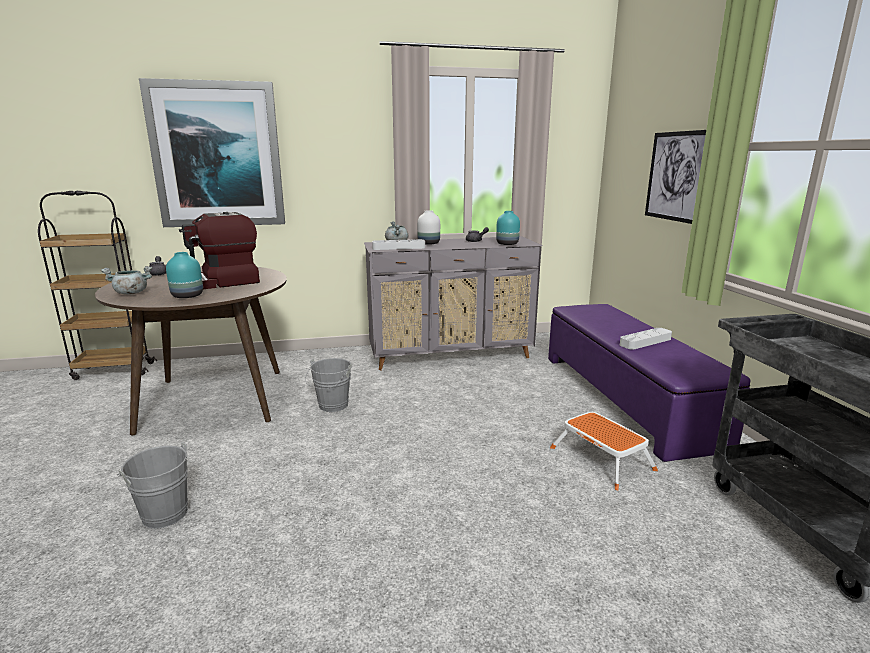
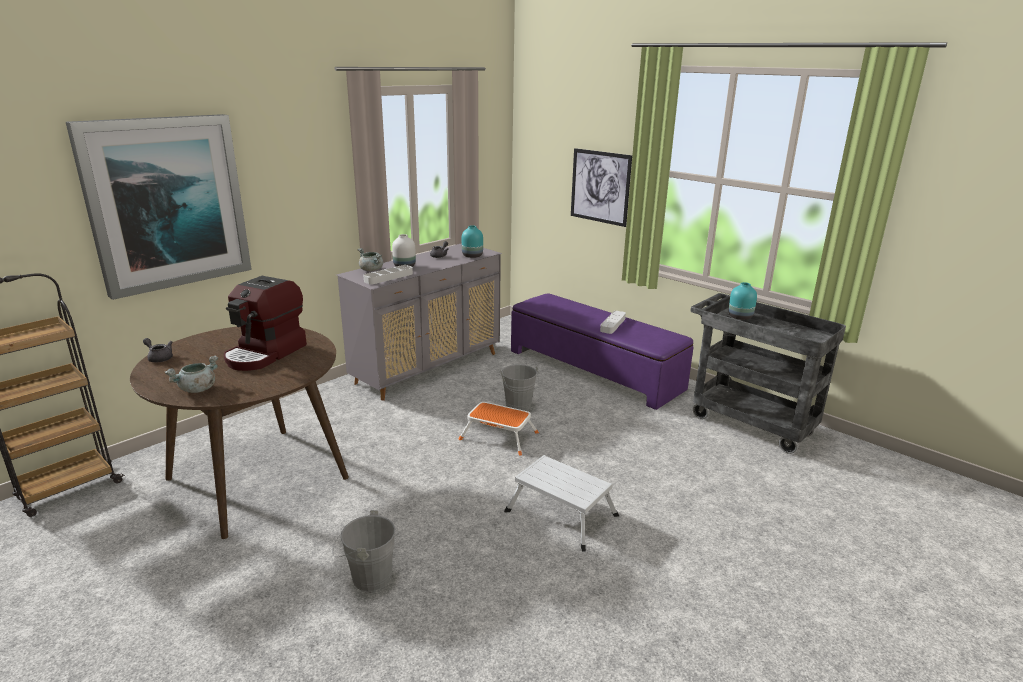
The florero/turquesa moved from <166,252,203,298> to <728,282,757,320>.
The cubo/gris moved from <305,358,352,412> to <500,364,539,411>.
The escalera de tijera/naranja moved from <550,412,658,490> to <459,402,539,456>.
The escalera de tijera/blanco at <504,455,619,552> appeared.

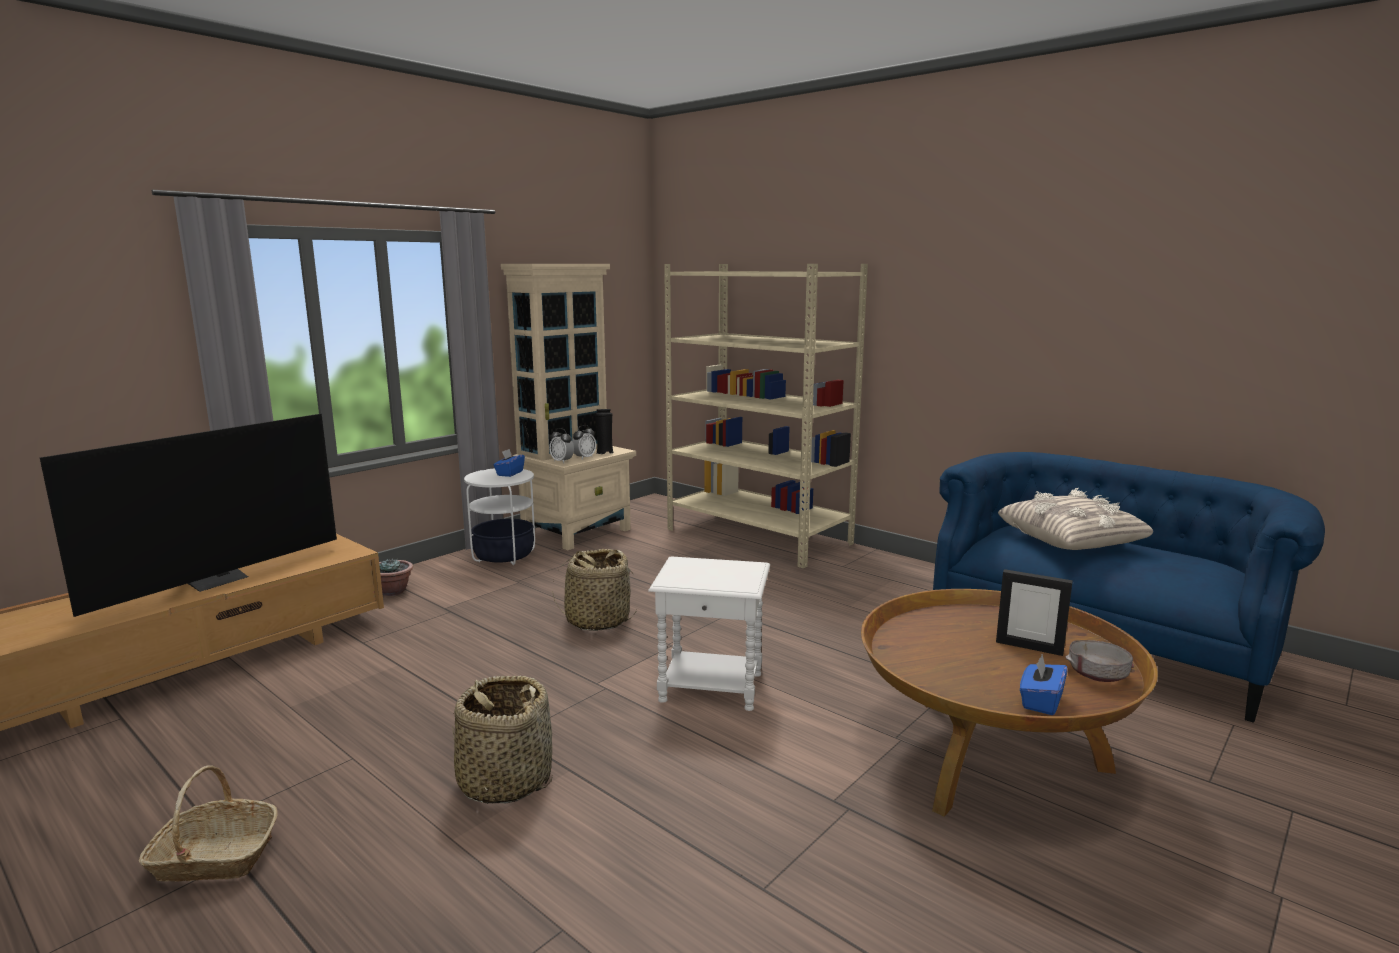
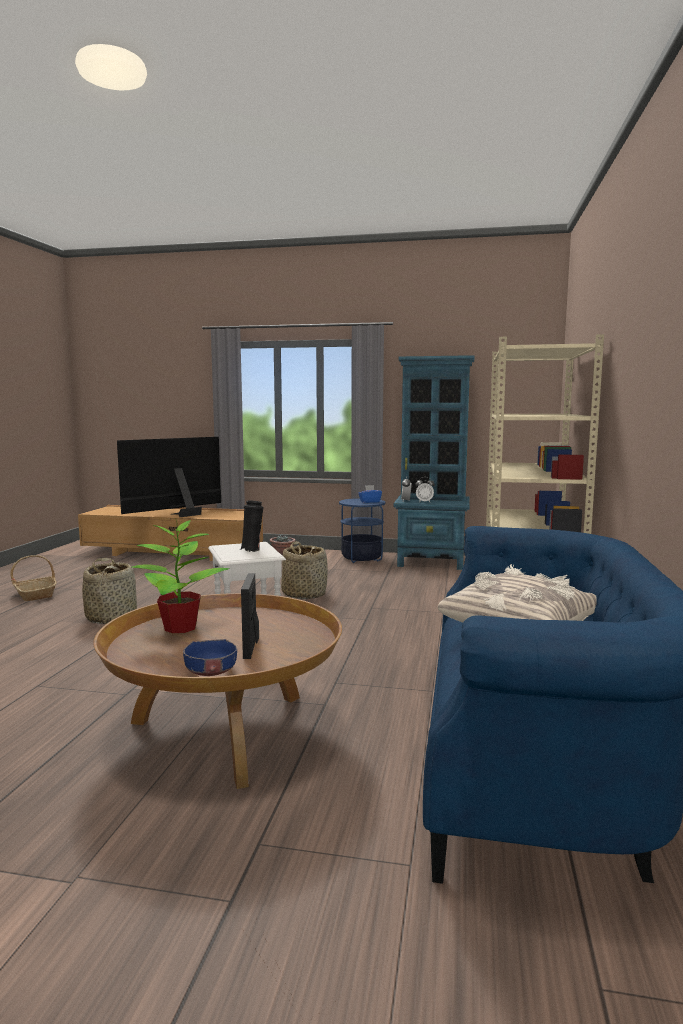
The armario/beis at <501,264,636,550> became the armario/azul at <394,355,475,570>.
The florero/negro moved from <595,409,614,454> to <240,501,264,552>.
The televisor at <40,414,337,617> turned 135 degrees clockwise.
The mesa auxiliar/blanco at <464,468,535,565> became the mesa auxiliar/azul at <339,498,385,563>.
The cuenco/gris at <1065,640,1134,682> became the cuenco/azul at <183,639,237,676>.
The caja de pañuelos/azul at <1020,654,1067,715> disappeared.
The planta en maceta at <132,518,230,633> appeared.

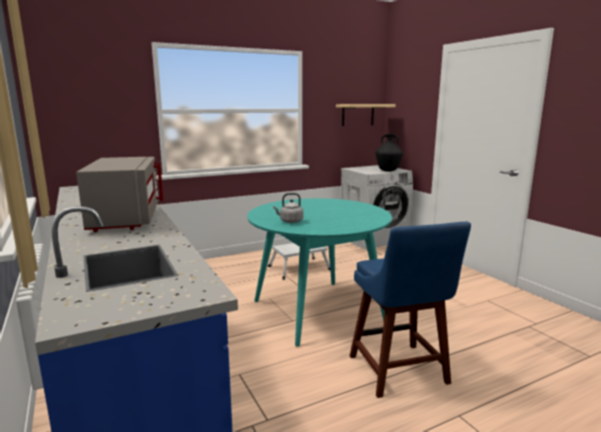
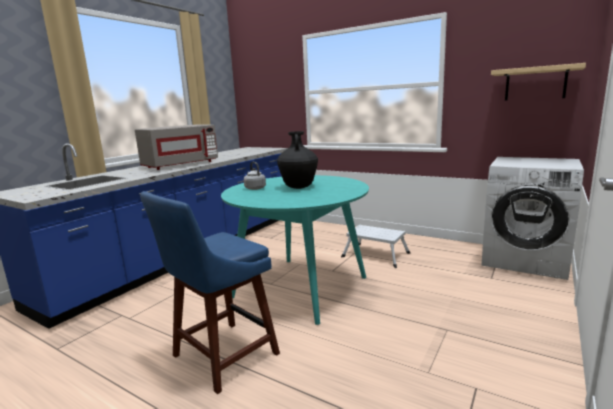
The florero/negro moved from <375,134,403,172> to <277,131,318,189>.

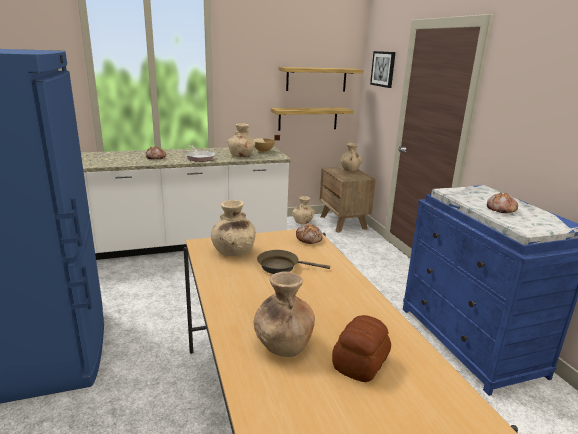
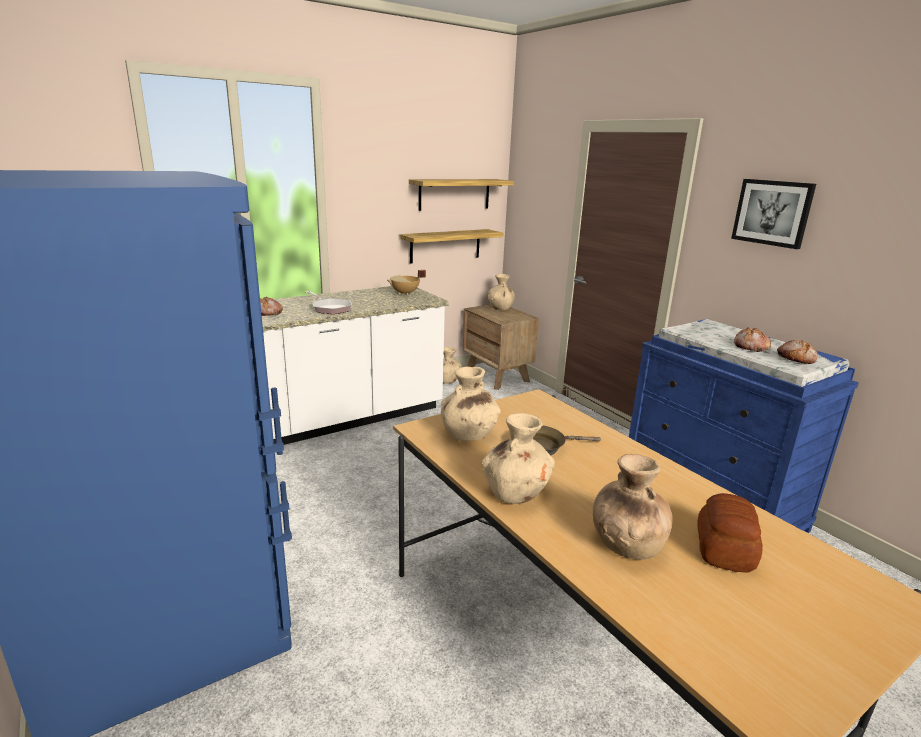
The cuadro moved from <370,51,396,88> to <731,179,816,249>.
The florero/beis moved from <227,123,255,157> to <481,413,555,504>.
The pan moved from <296,224,323,244> to <777,340,818,364>.

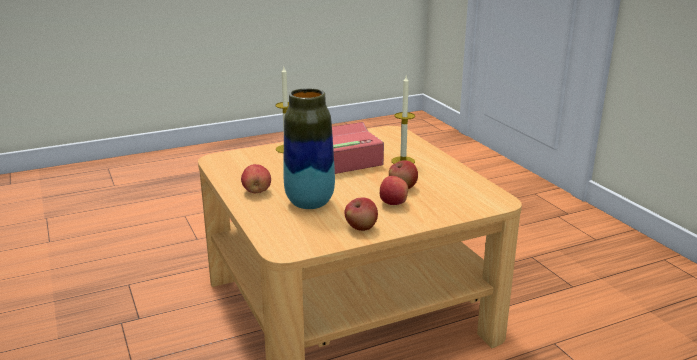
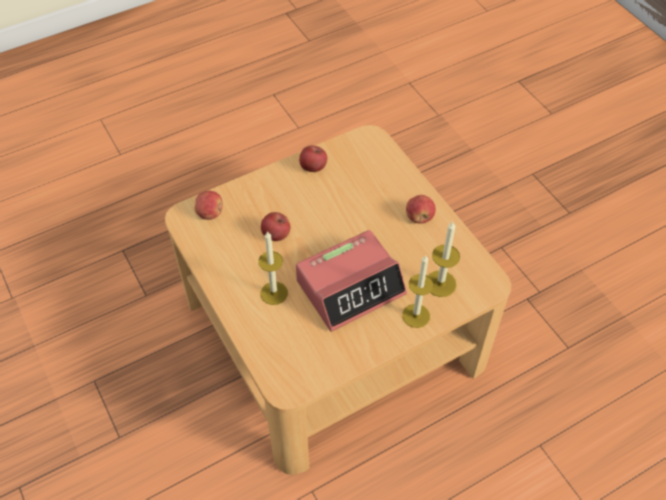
The florero at <283,88,335,209> disappeared.
The manzana moved from <380,176,408,205> to <194,191,223,220>.
The vela at <428,221,460,297> appeared.

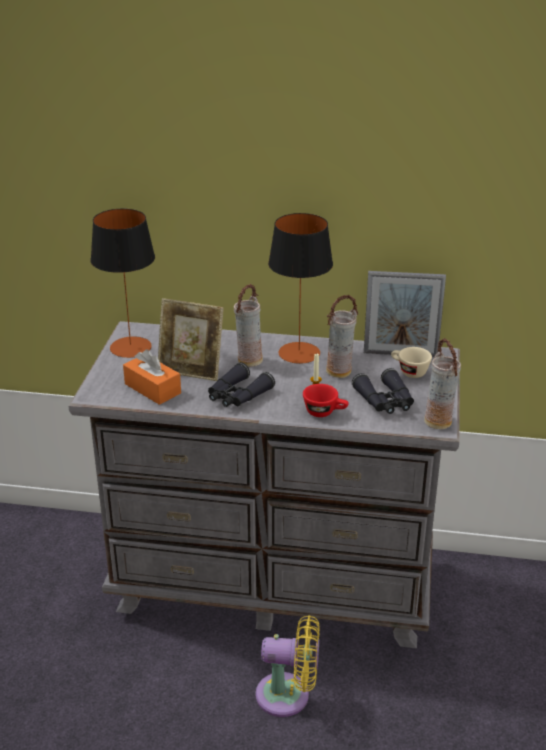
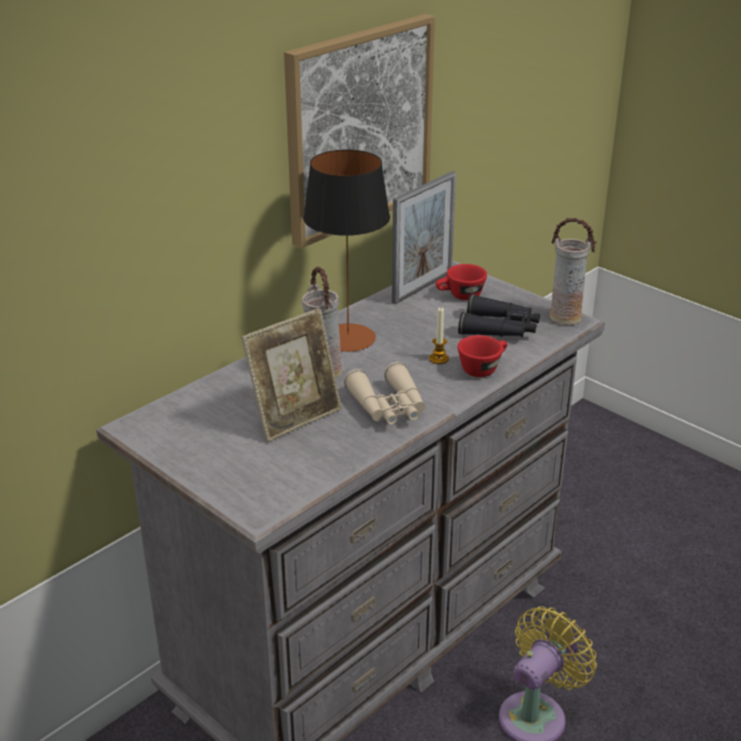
The lámpara de mesa at <90,209,155,358> disappeared.
The florero at <326,295,358,378> disappeared.
The taza/beis at <391,347,432,378> became the taza/rojo at <436,264,487,300>.
The caja de pañuelos/naranja at <123,349,181,405> disappeared.
The prismáticos/negro at <208,362,275,407> became the prismáticos/beis at <344,362,425,425>.
The cuadro at <284,14,435,248> appeared.

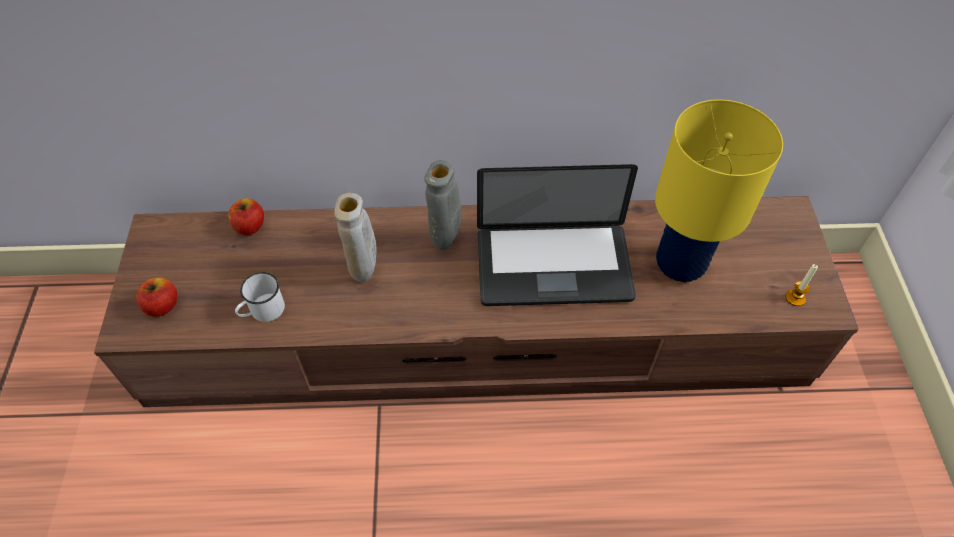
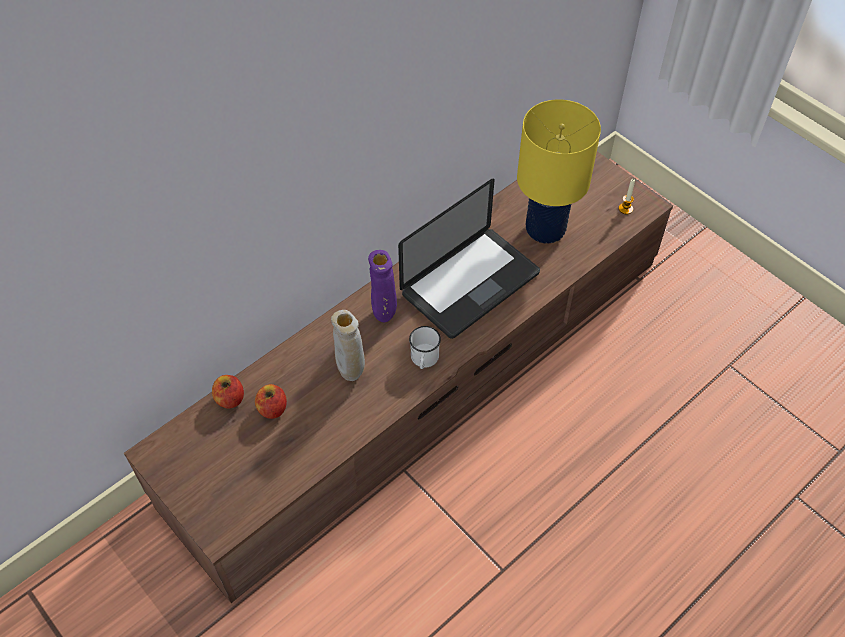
The florero/gris at <424,160,461,250> became the florero/morado at <368,250,397,322>.
The taza grande/blanco moved from <235,272,285,322> to <409,326,441,369>.
The manzana moved from <136,277,177,317> to <255,384,287,419>.

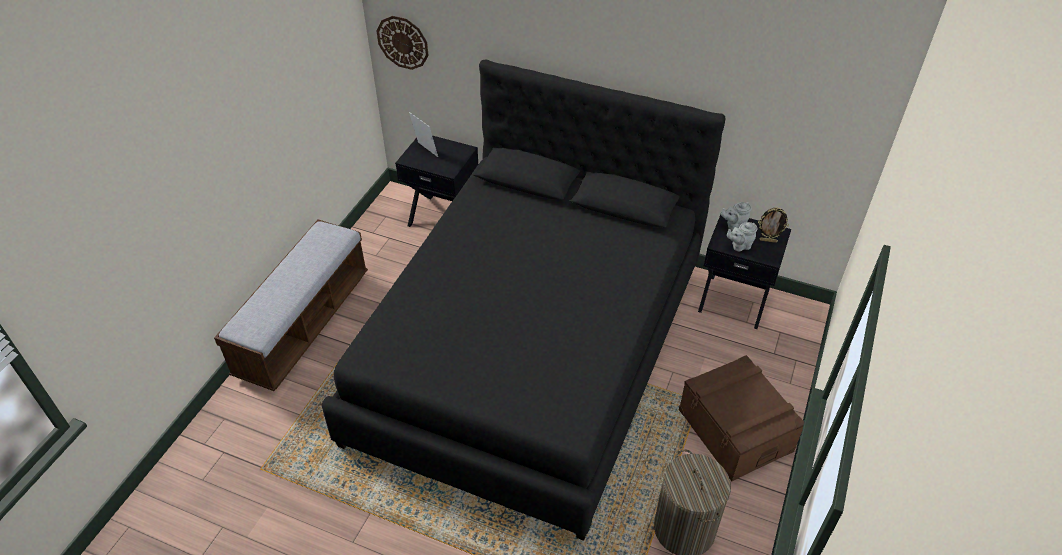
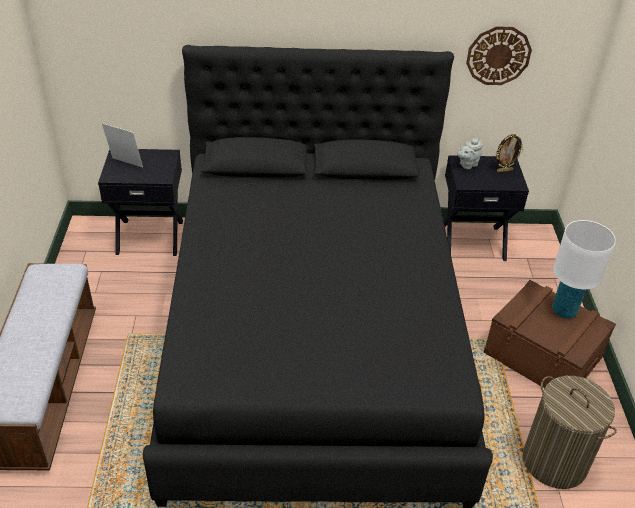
The reloj de pared moved from <377,16,429,70> to <466,26,532,85>.
The tetera/gris at <727,222,757,252> disappeared.
The lámpara de mesa/blanco at <552,220,616,319> appeared.

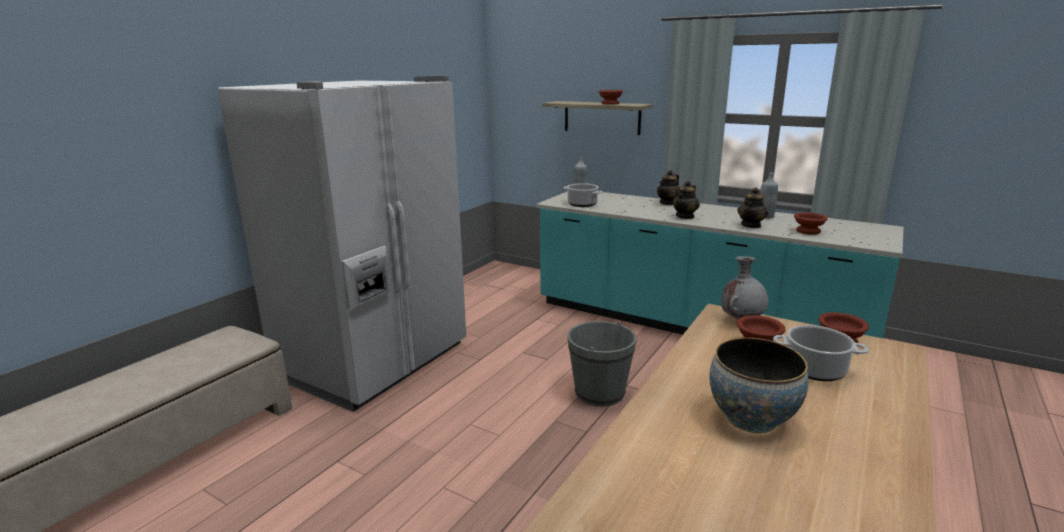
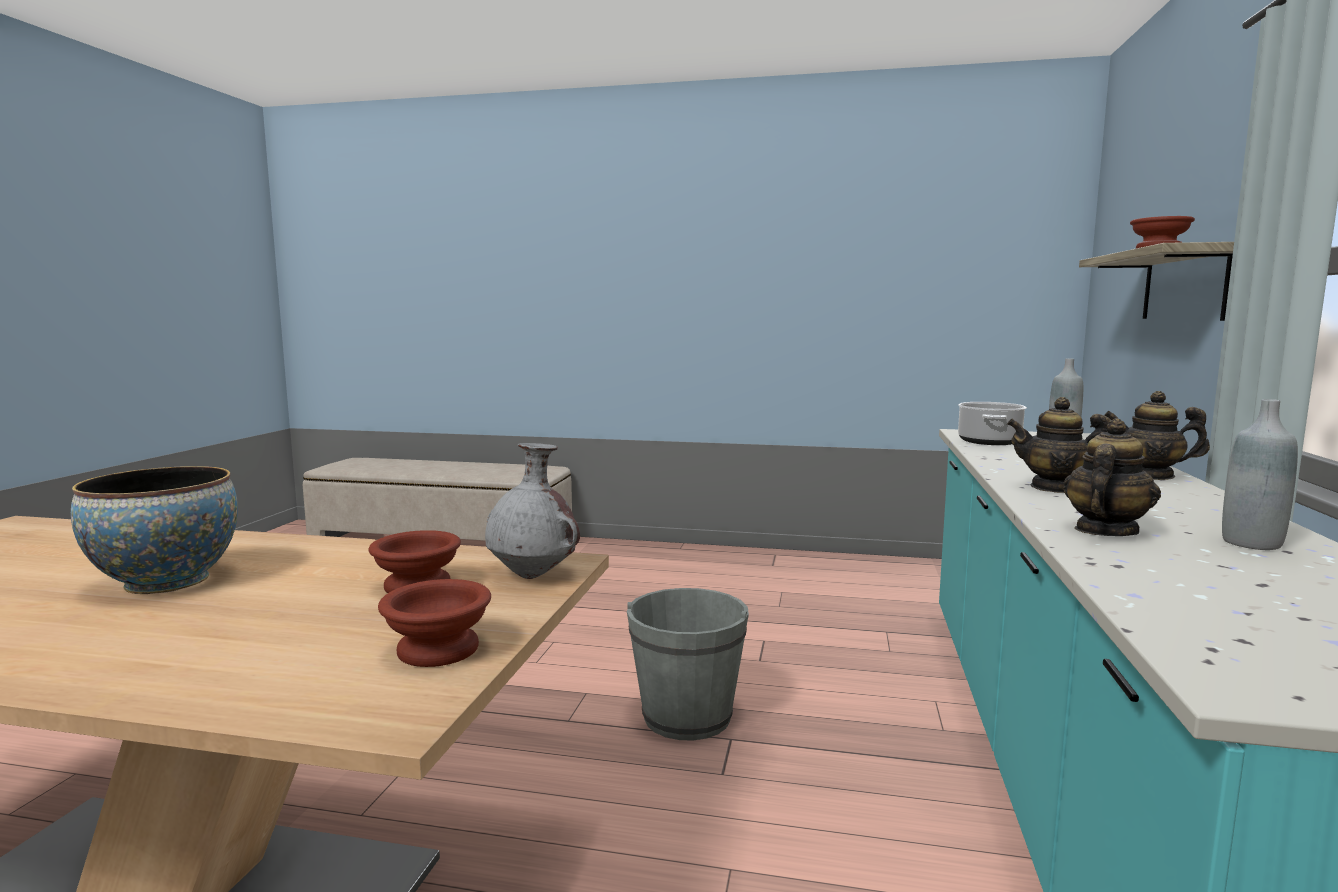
The nevera/blanco at <217,76,466,412> disappeared.
The tetera at <737,187,768,228> turned 120 degrees clockwise.
The cuenco/marrón at <794,212,828,235> disappeared.
The olla at <773,325,869,381> disappeared.

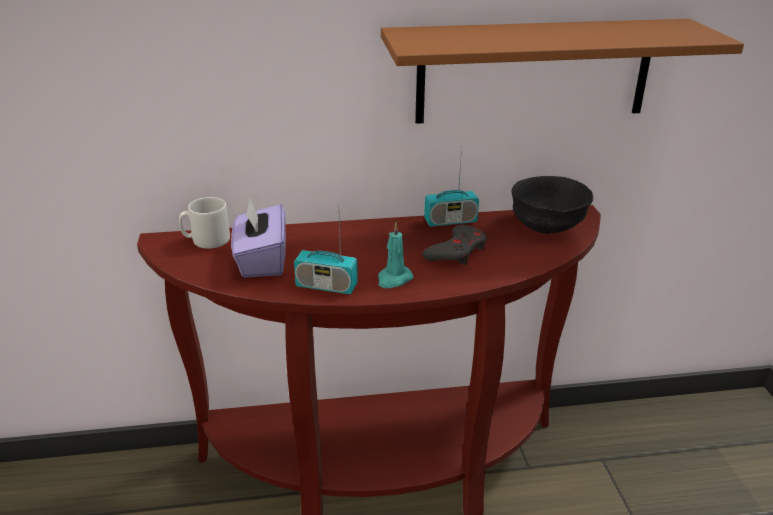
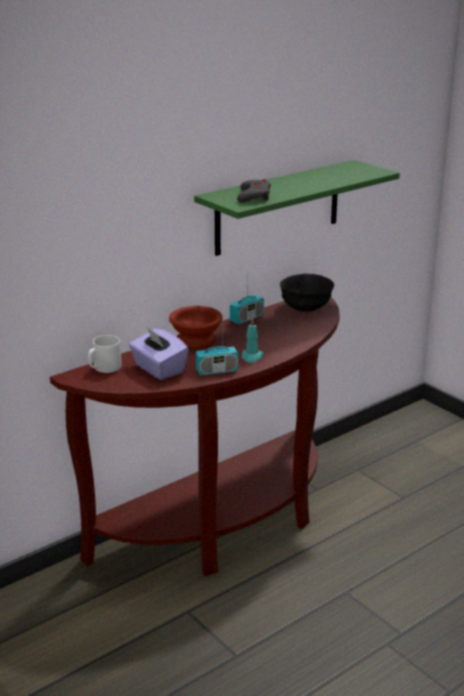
The estante/marrón at <381,19,744,124> became the estante/verde at <194,160,400,256>.
The mando de consola/gris moved from <422,225,487,265> to <237,179,271,202>.
The cuenco/marrón at <169,306,222,349> appeared.

